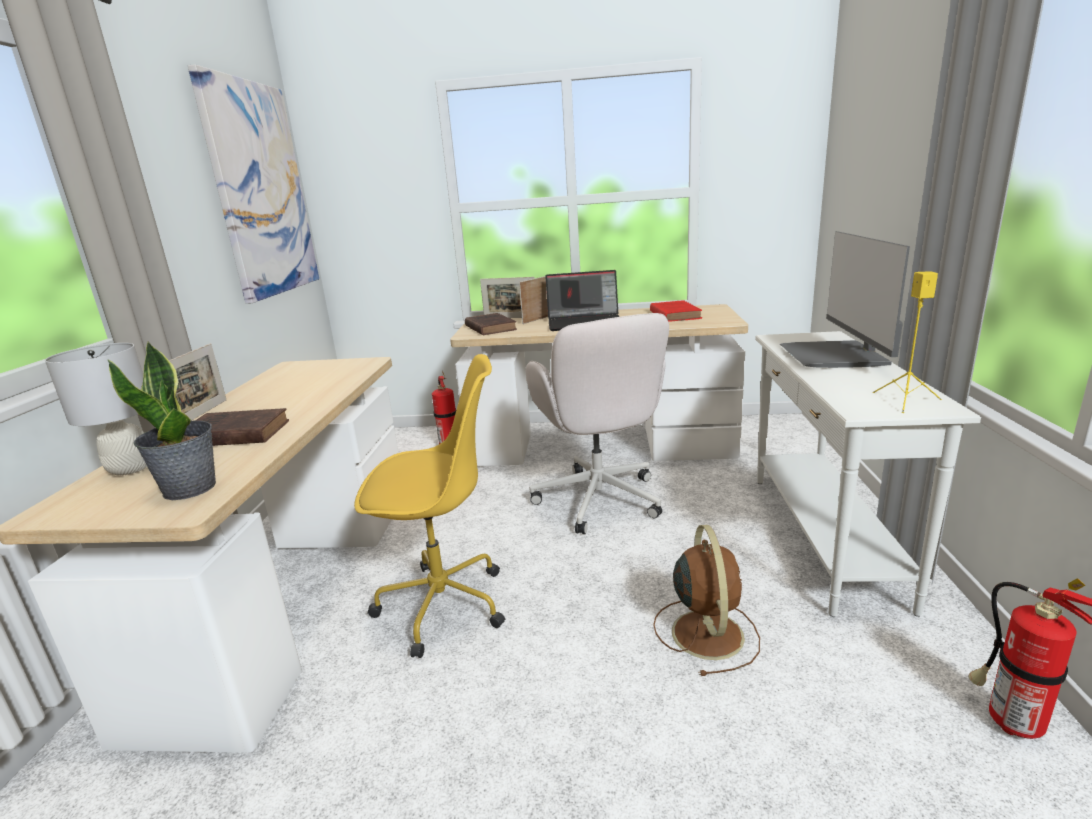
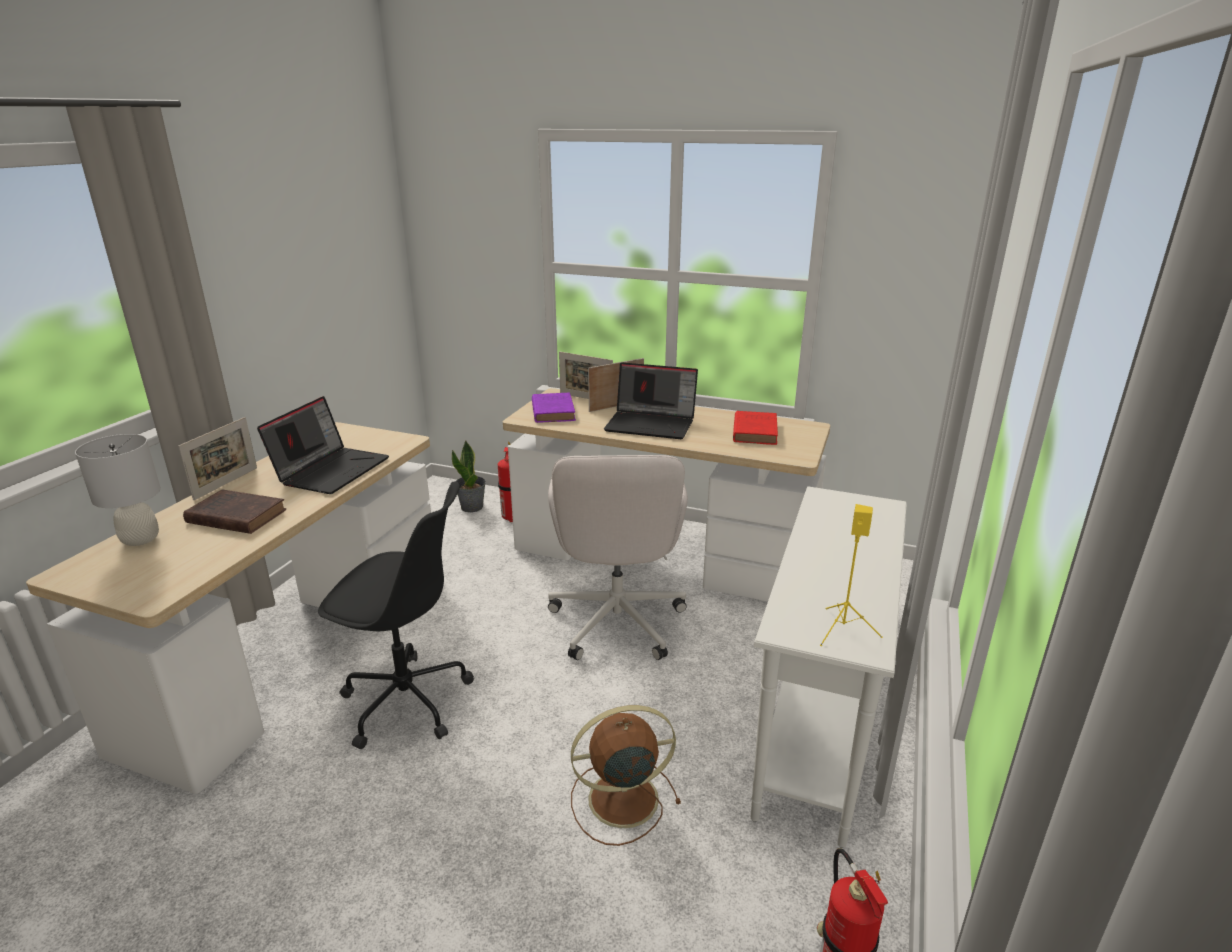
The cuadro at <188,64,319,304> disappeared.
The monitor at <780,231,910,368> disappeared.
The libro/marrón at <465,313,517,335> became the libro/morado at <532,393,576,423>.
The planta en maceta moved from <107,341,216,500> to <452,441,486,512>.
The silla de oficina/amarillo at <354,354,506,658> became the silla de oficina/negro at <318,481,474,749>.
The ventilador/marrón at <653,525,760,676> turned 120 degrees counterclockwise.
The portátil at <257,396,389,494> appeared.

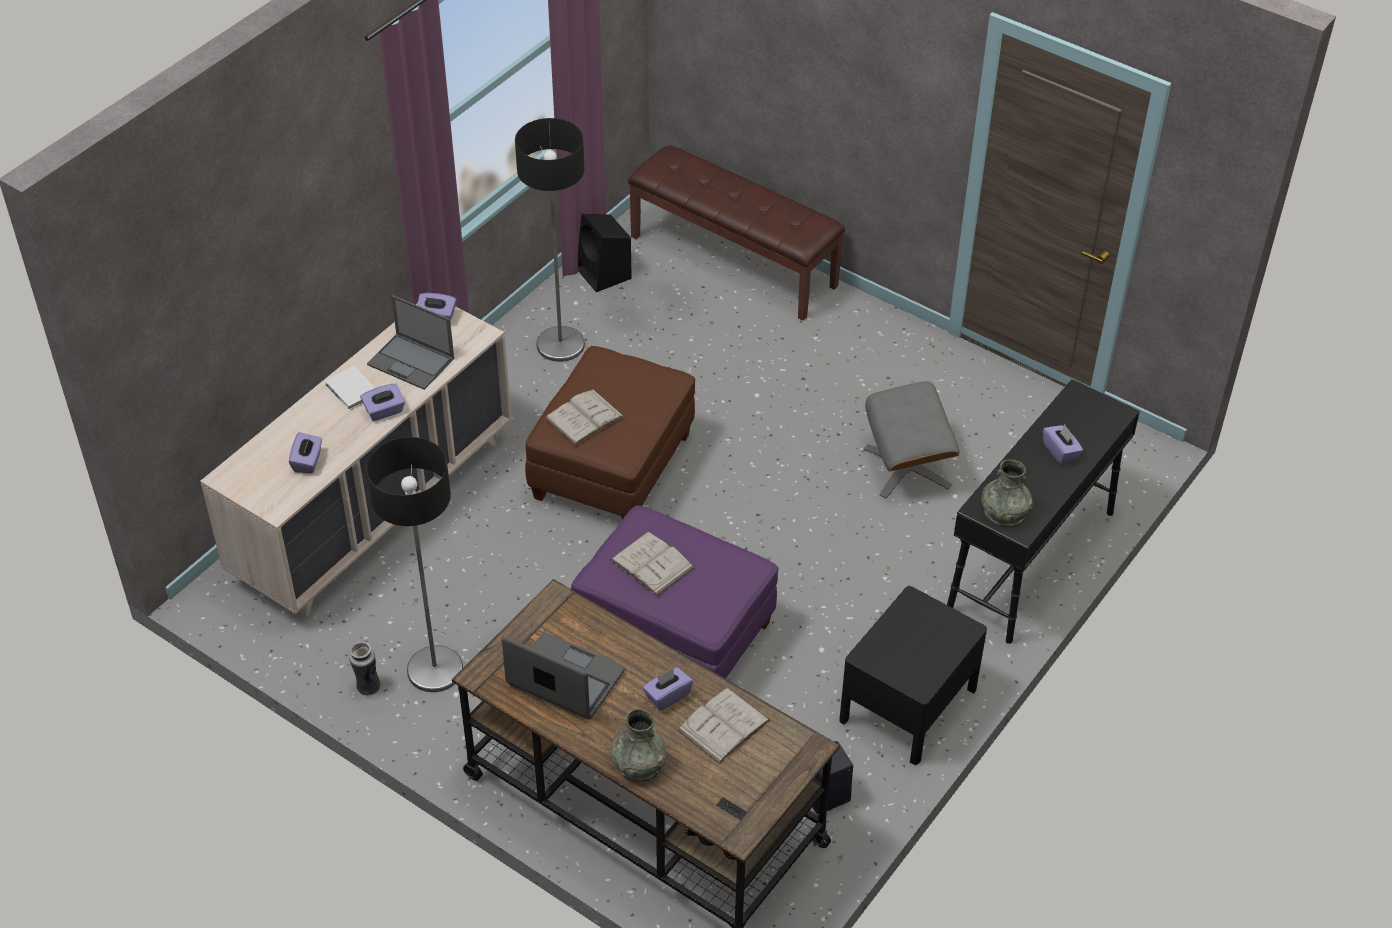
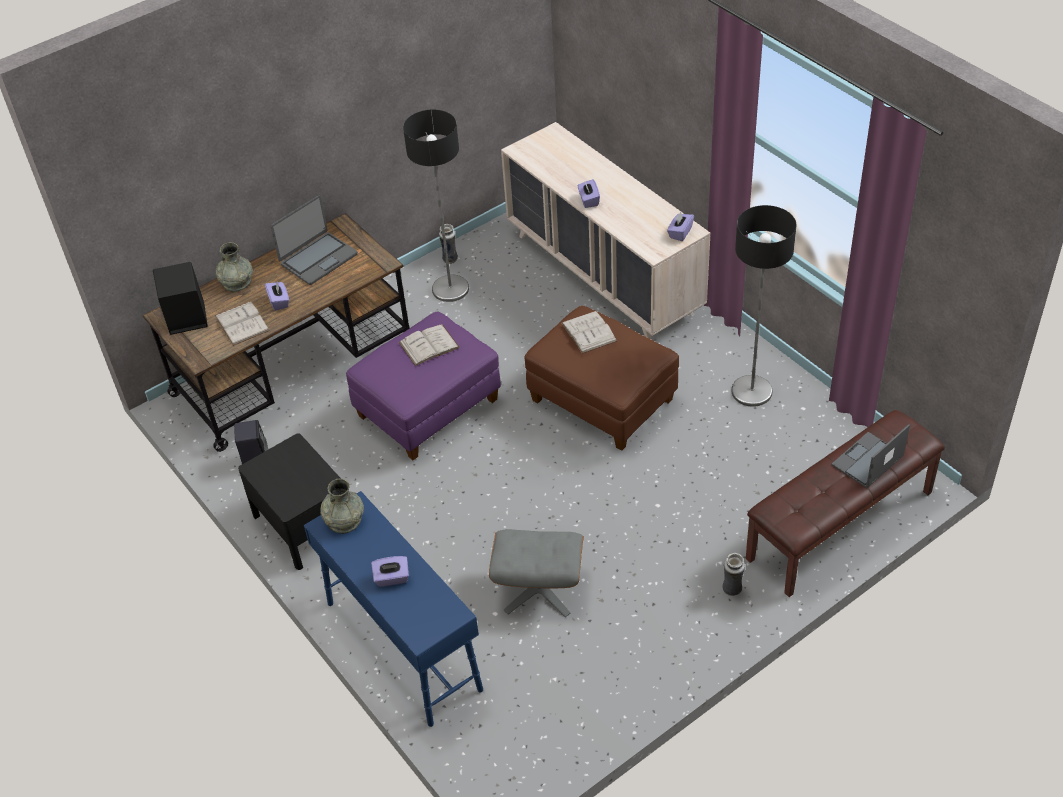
The altavoz/negro moved from <578,214,632,292> to <153,262,208,335>.
The portátil moved from <367,295,454,390> to <831,424,910,488>.
The libro/blanco at <325,366,375,410> disappeared.
The mesa consola/negro at <947,379,1140,644> became the mesa consola/azul at <304,491,483,727>.
The caja de pañuelos/morado at <289,432,322,473> disappeared.
The florero at <722,553,745,596> appeared.

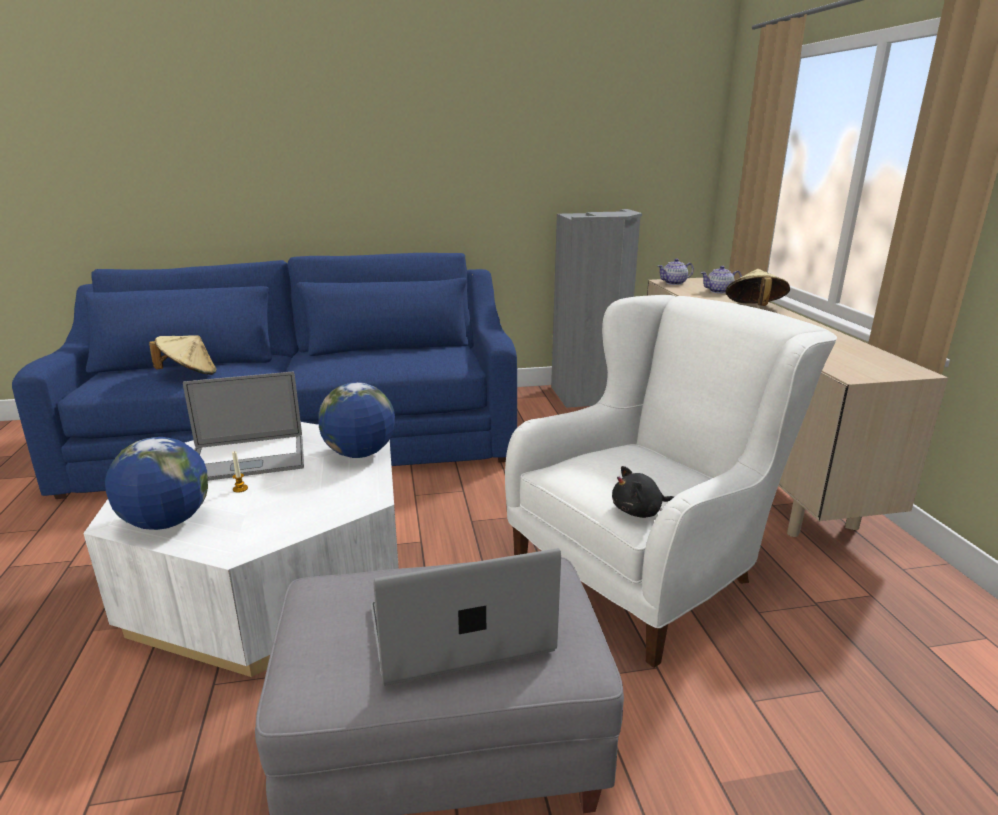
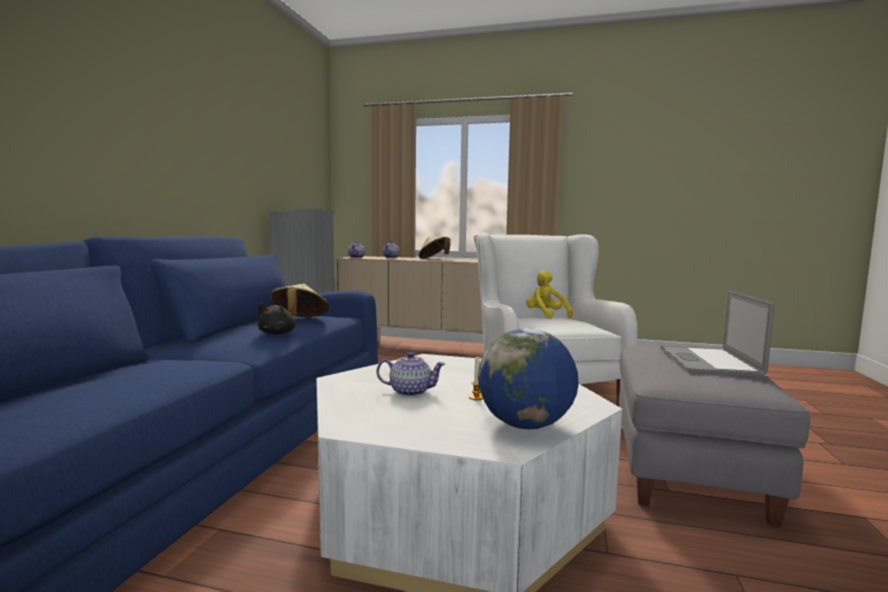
The sombrero/beis moved from <149,335,216,375> to <270,284,329,317>.
The portátil at <183,372,304,481> was replaced by the tetera at <377,352,445,397>.
The globo terráqueo at <318,382,395,458> disappeared.
The peluche/negro moved from <612,466,674,518> to <257,304,296,335>.
The peluche/amarillo at <526,270,573,319> appeared.

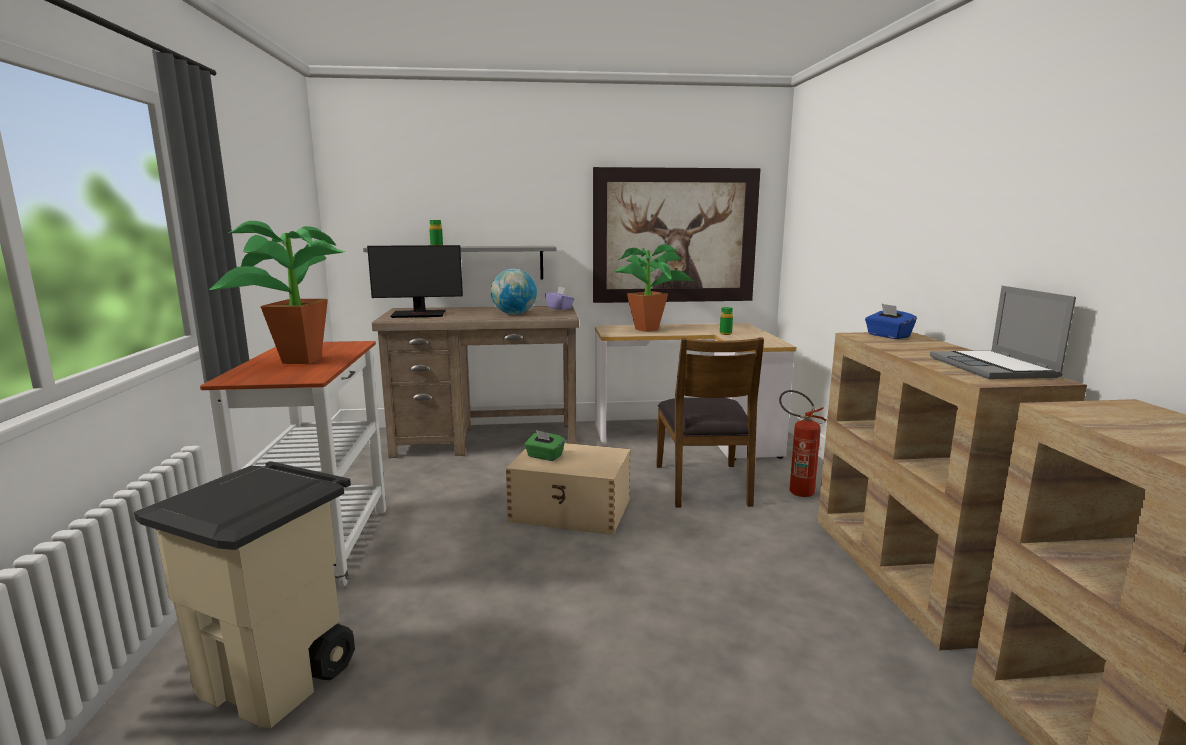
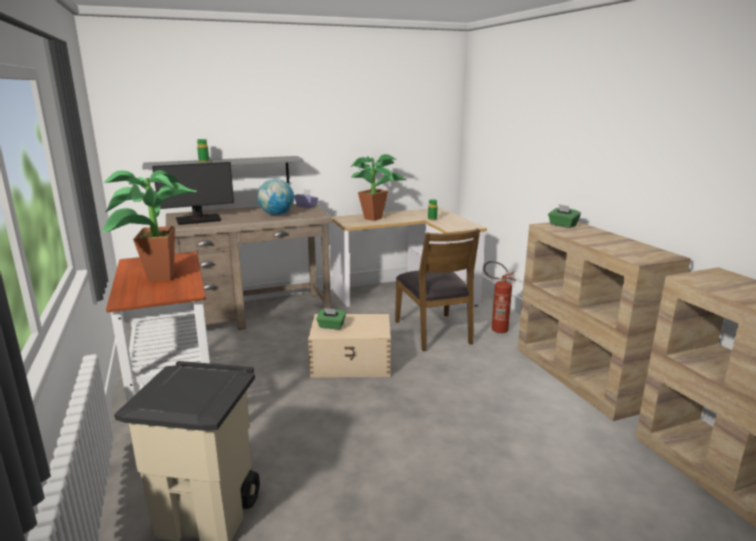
The cuadro at <593,167,761,303> disappeared.
The portátil at <930,286,1076,379> disappeared.
The caja de pañuelos/azul at <865,304,917,339> became the caja de pañuelos/verde at <548,204,581,228>.

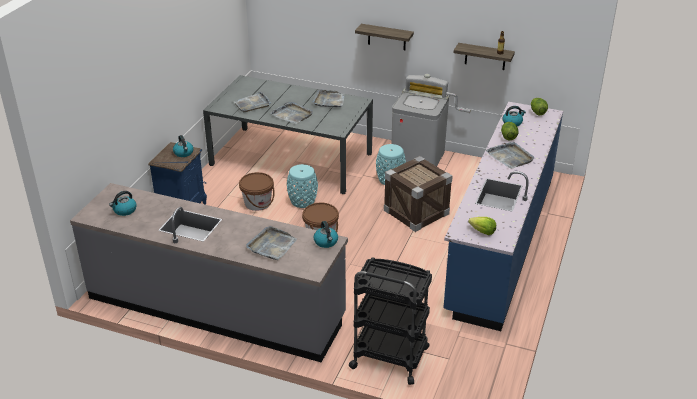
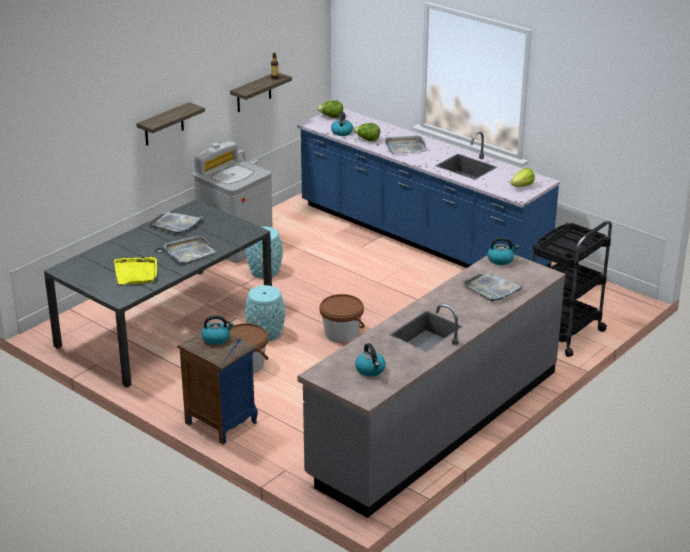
The bandeja/gris at <234,91,271,112> became the bandeja/amarillo at <114,257,157,284>.
The caja de embalaje at <384,156,453,232> disappeared.

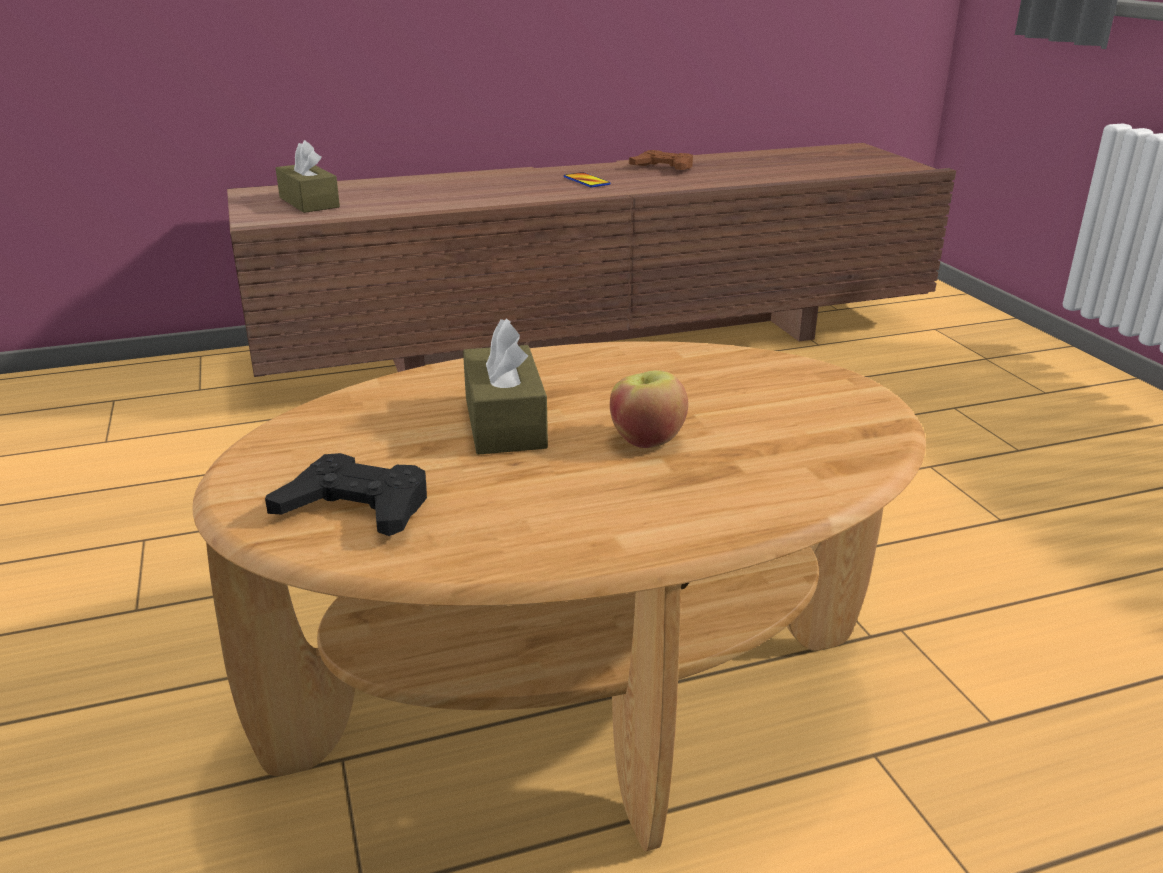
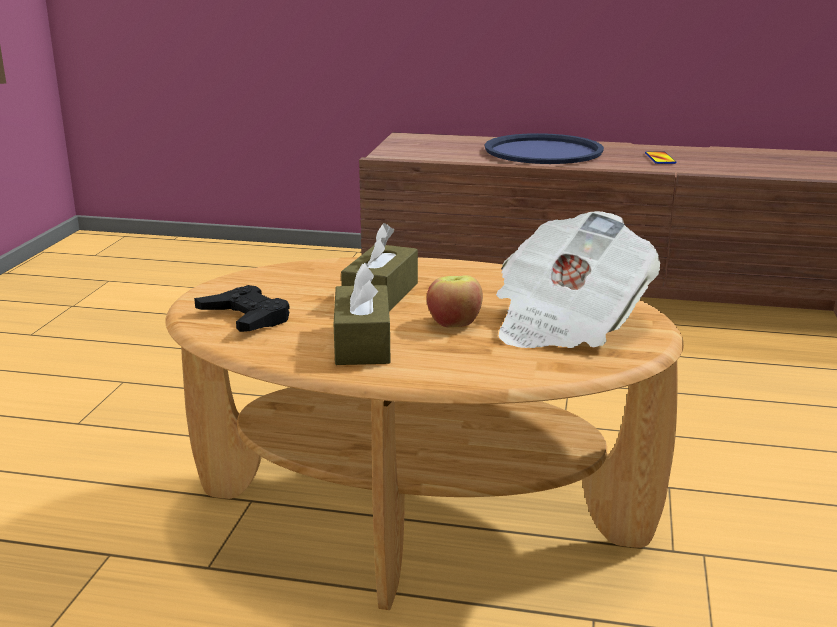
The caja de pañuelos/marrón moved from <276,140,340,213> to <334,263,390,365>.
The mando de consola/marrón at <629,150,693,170> disappeared.
The bandeja/azul at <485,133,604,164> appeared.
The periódico at <496,211,661,348> appeared.

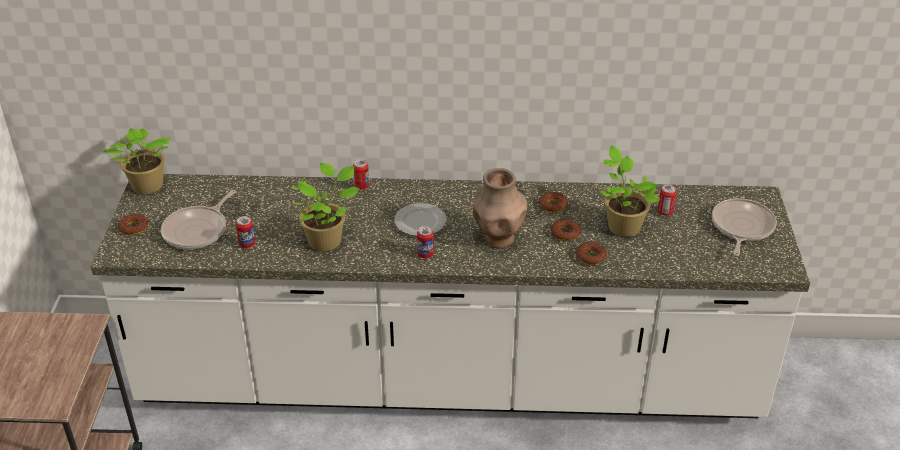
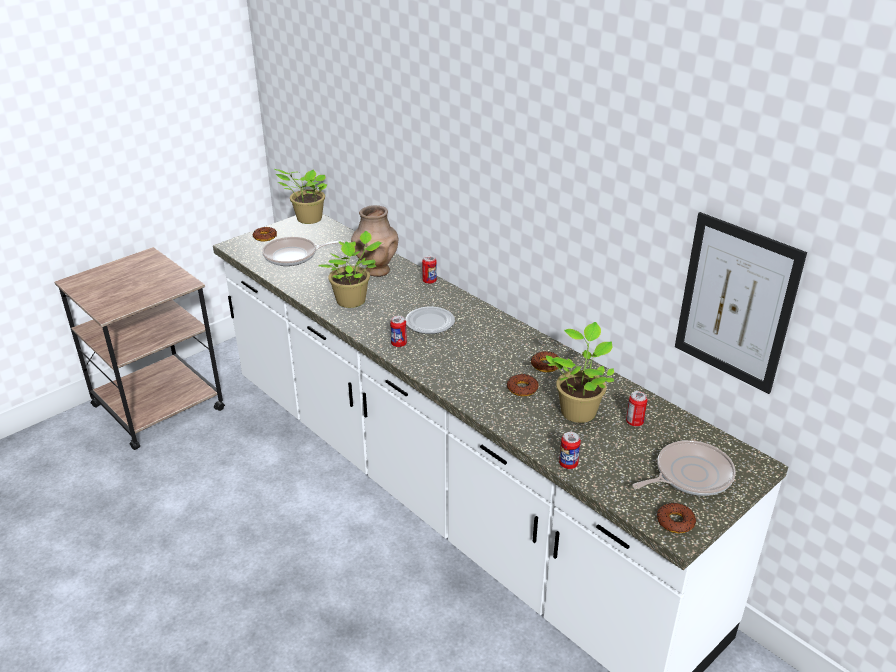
The florero/marrón moved from <473,168,527,248> to <351,205,398,277>.
The lata moved from <236,216,255,248> to <559,432,581,469>.
The rosquilla moved from <576,242,607,265> to <657,503,696,533>.
The cuadro at <675,212,807,394> appeared.

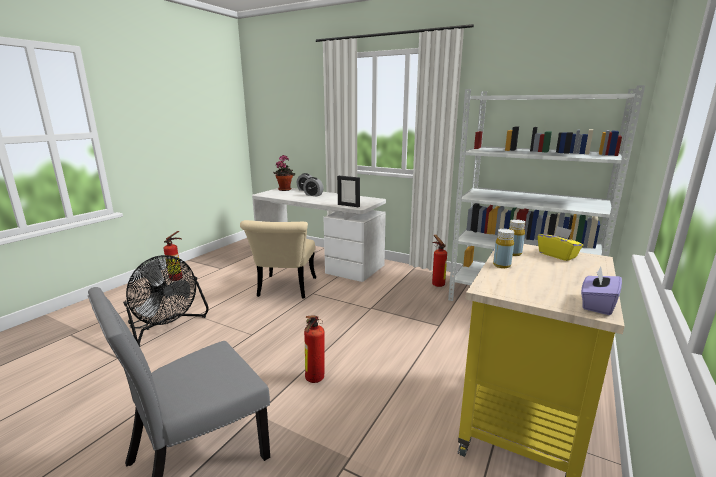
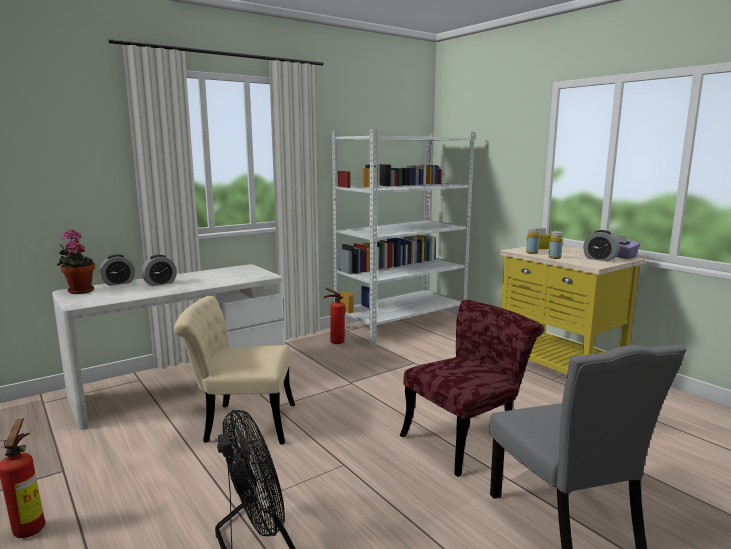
The portarretratos at <337,176,360,207> disappeared.
The silla/beis at <240,220,316,298> turned 150 degrees clockwise.
The extintor at <304,315,325,383> was replaced by the silla/rojo at <400,300,544,477>.
The despertador at <583,230,620,262> appeared.

